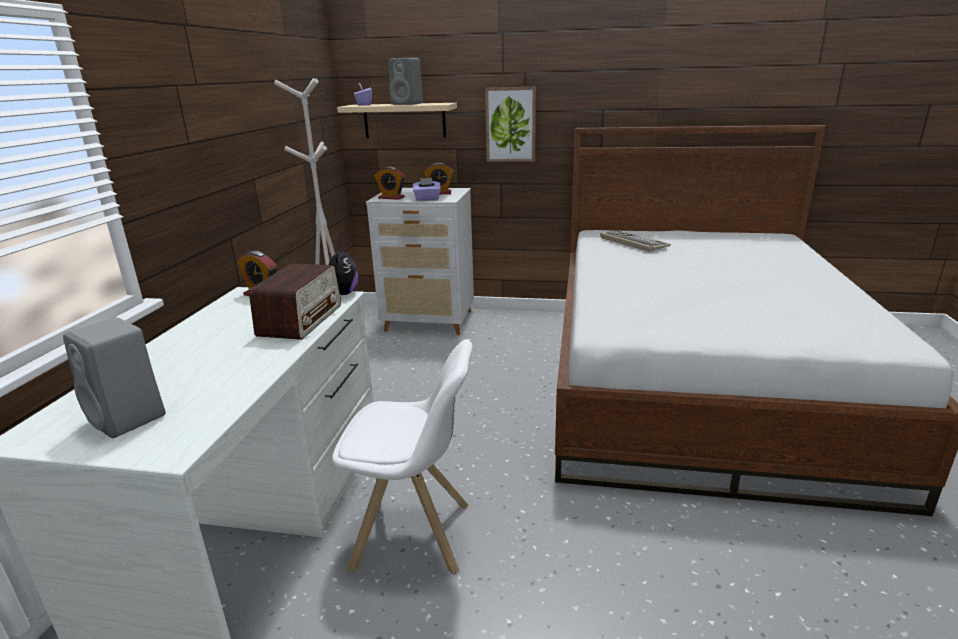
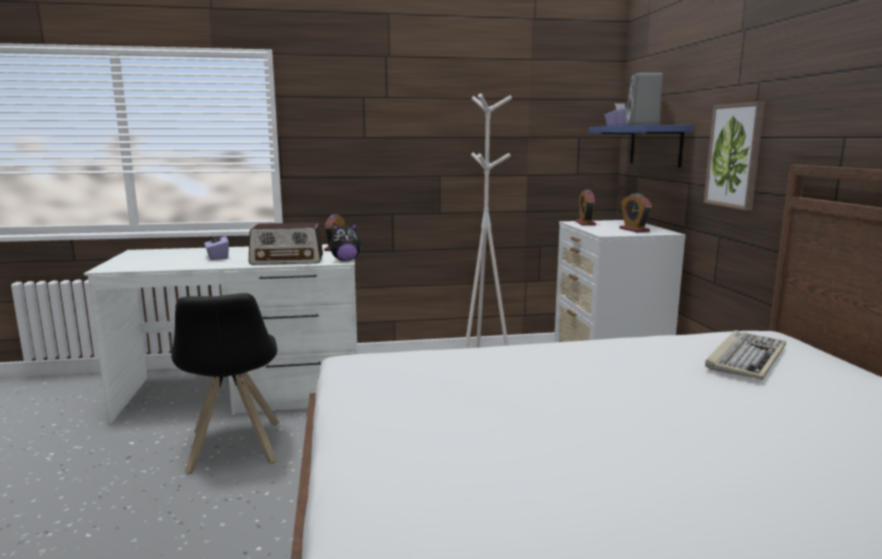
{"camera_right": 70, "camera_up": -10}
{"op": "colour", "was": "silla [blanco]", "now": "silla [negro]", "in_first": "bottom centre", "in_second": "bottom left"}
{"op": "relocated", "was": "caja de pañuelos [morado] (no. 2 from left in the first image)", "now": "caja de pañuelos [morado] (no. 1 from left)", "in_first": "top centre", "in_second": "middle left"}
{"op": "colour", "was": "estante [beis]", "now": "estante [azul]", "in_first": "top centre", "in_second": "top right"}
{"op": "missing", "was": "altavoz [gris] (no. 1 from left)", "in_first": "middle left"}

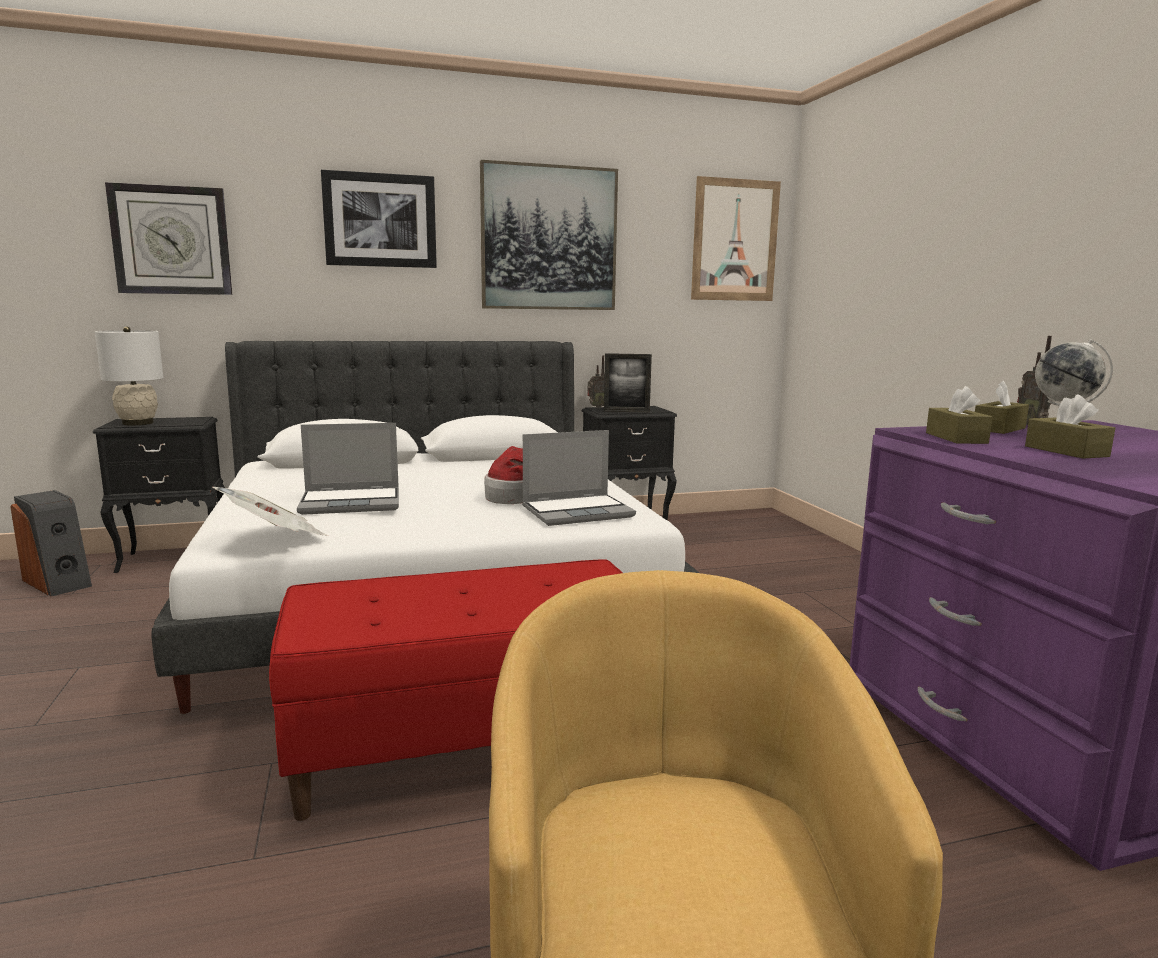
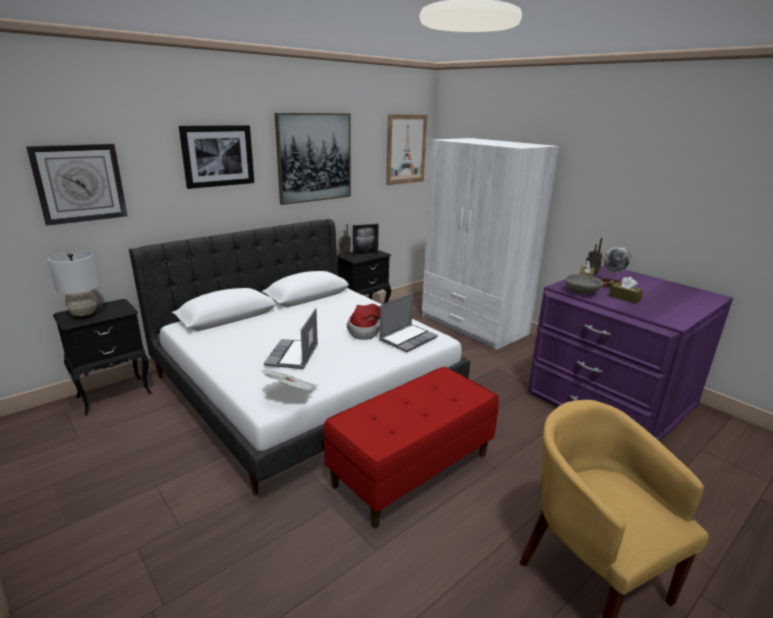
{"camera_right": -25, "camera_up": 10}
{"op": "spun", "was": "portátil (no. 1 from left)", "in_first": "middle left", "in_second": "centre", "clockwise": 135}
{"op": "appeared", "now": "armario ropero [blanco]", "in_second": "centre"}
{"op": "exchanged", "was": "caja de pañuelos [marrón] (no. 1 from left)", "now": "cuenco [gris]", "in_first": "middle right", "in_second": "middle right"}
{"op": "missing", "was": "altavoz", "in_first": "middle left"}

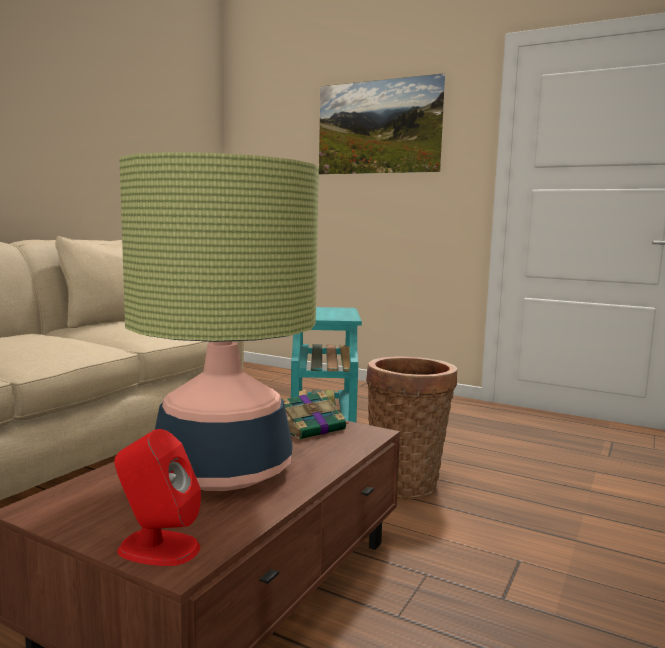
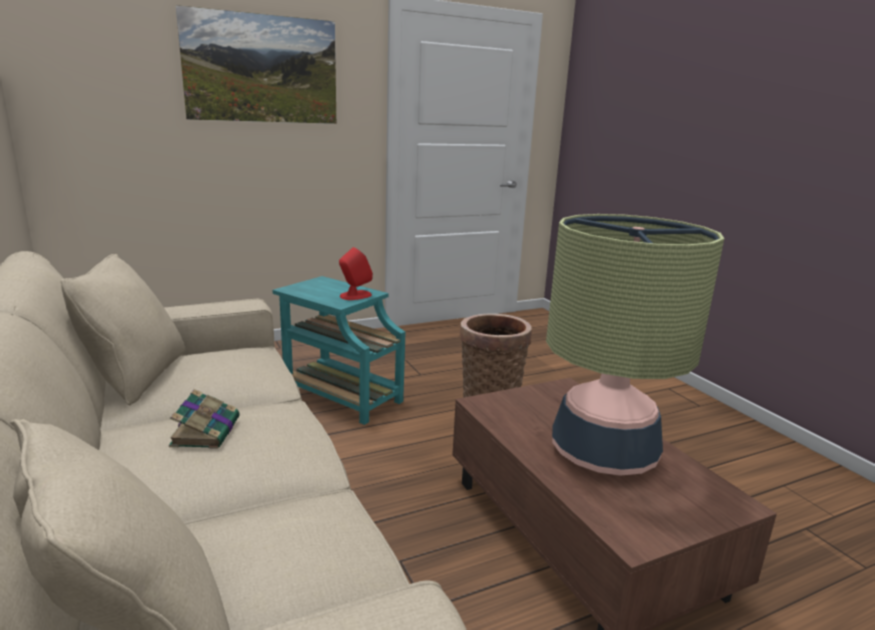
{"camera_right": -55, "camera_up": 10}
{"op": "relocated", "was": "libro", "in_first": "centre", "in_second": "middle left"}
{"op": "relocated", "was": "altavoz [rojo]", "in_first": "bottom left", "in_second": "centre"}

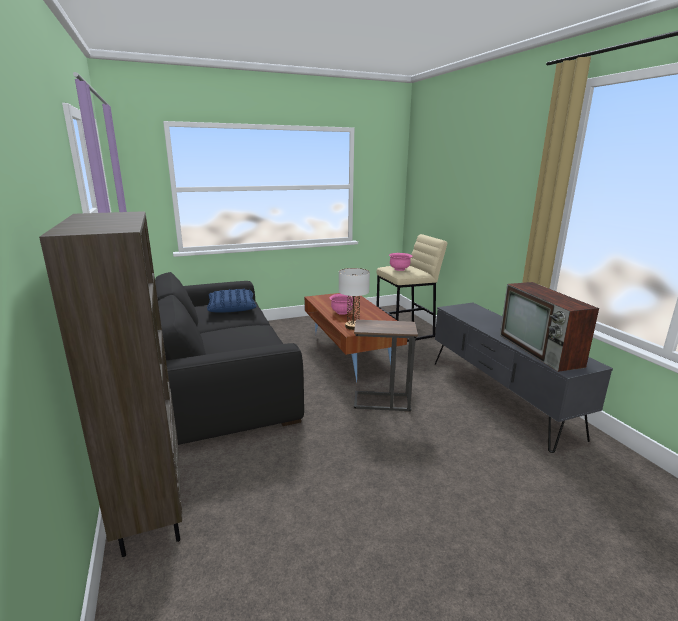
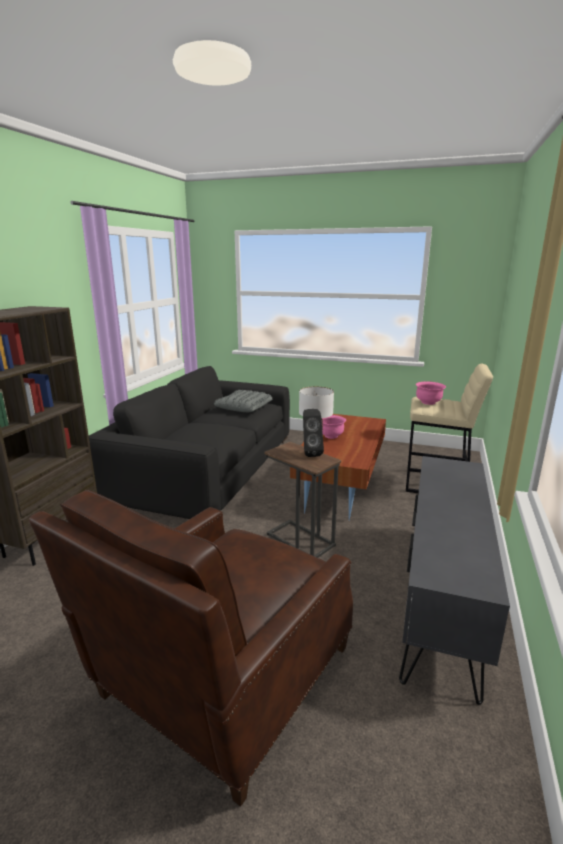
{"camera_right": 40, "camera_up": 0}
{"op": "appeared", "now": "sillón [marrón]", "in_second": "bottom centre"}
{"op": "colour", "was": "cojín [azul]", "now": "cojín [gris]", "in_first": "centre", "in_second": "centre"}
{"op": "appeared", "now": "altavoz [negro]", "in_second": "centre"}
{"op": "missing", "was": "televisor", "in_first": "middle right"}

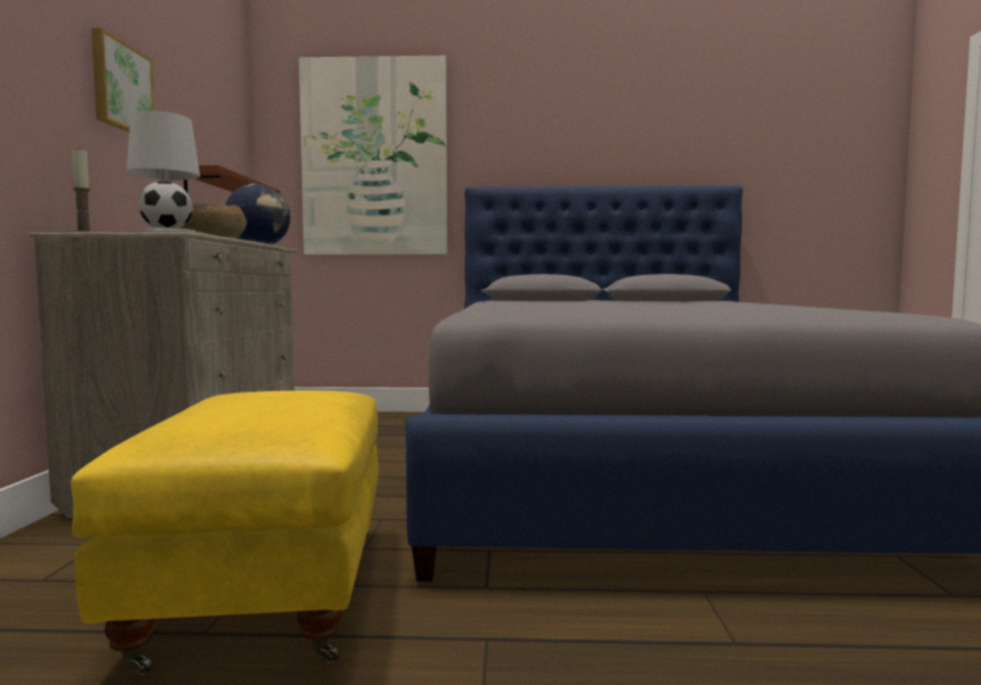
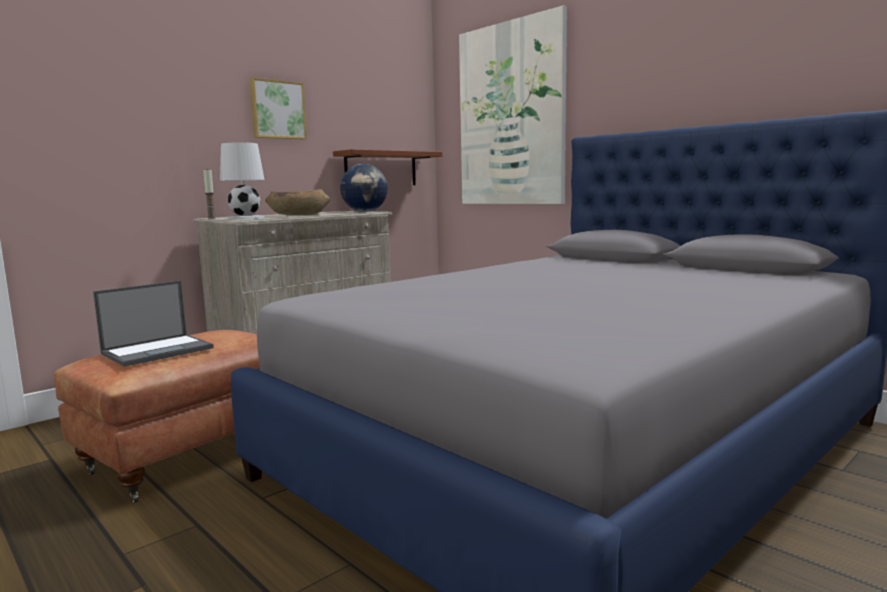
{"camera_right": 45, "camera_up": 5}
{"op": "colour", "was": "puf [amarillo]", "now": "puf [marrón]", "in_first": "bottom left", "in_second": "bottom left"}
{"op": "appeared", "now": "portátil", "in_second": "middle left"}

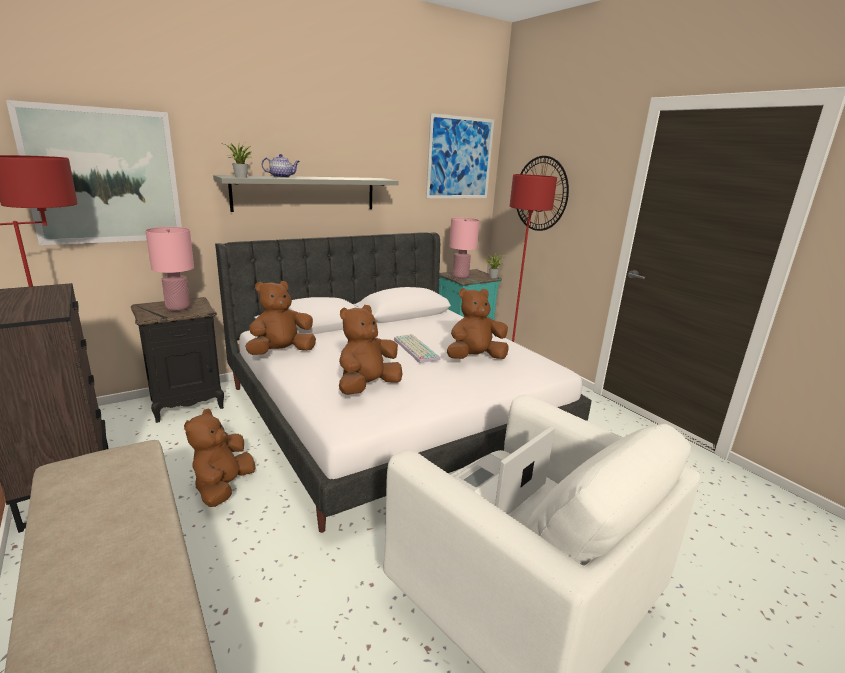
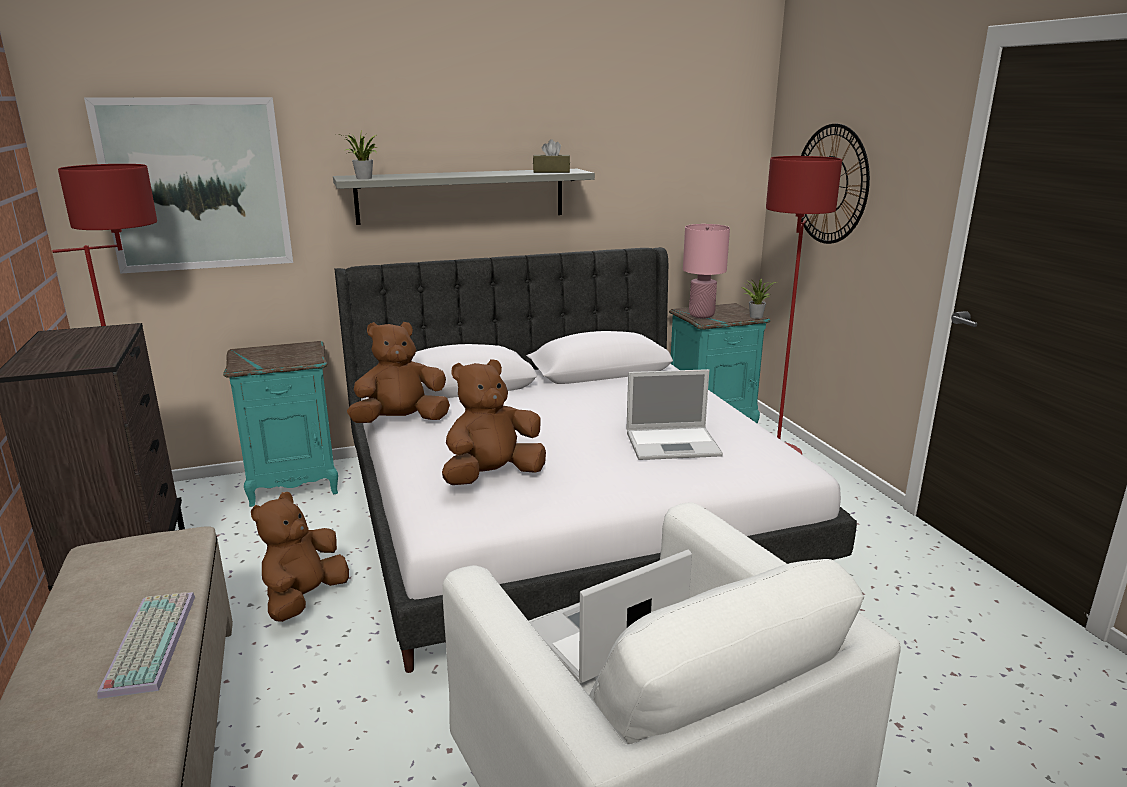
{"camera_right": 15, "camera_up": 0}
{"op": "relocated", "was": "teclado", "in_first": "centre", "in_second": "bottom left"}
{"op": "colour", "was": "mesita de noche [negro]", "now": "mesita de noche [turquesa] (no. 1 from left)", "in_first": "middle left", "in_second": "middle left"}
{"op": "appeared", "now": "caja de pañuelos [marrón]", "in_second": "top centre"}
{"op": "exchanged", "was": "peluche [marrón] (no. 4 from left)", "now": "portátil (no. 2 from left)", "in_first": "centre", "in_second": "centre"}
{"op": "missing", "was": "lámpara de mesa [rosa] (no. 1 from left)", "in_first": "middle left"}
{"op": "missing", "was": "tetera", "in_first": "top left"}
{"op": "missing", "was": "cuadro (no. 2 from left)", "in_first": "top centre"}

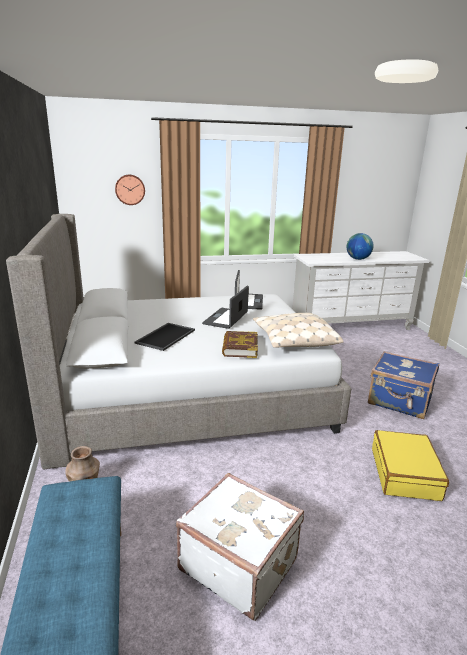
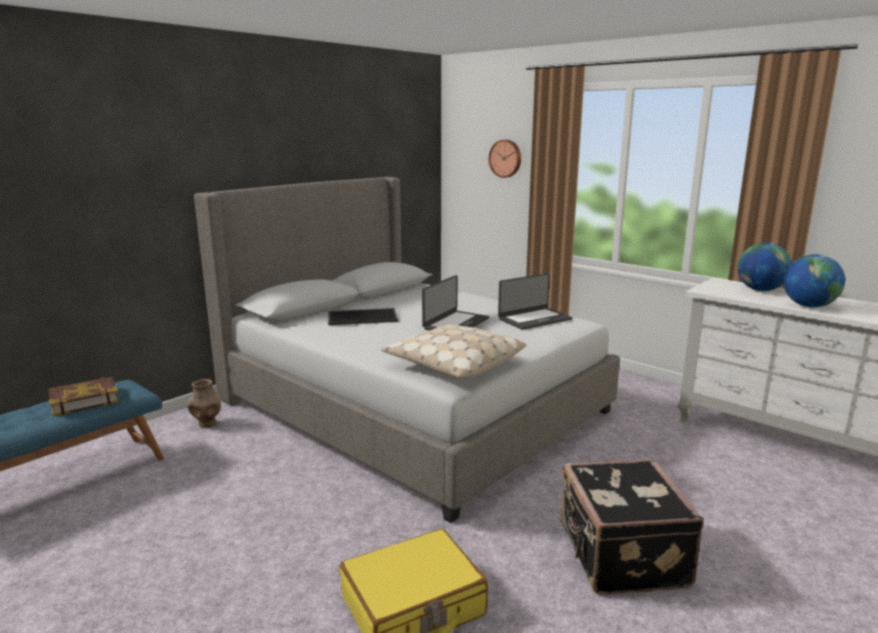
{"camera_right": 55, "camera_up": -5}
{"op": "relocated", "was": "libro", "in_first": "centre", "in_second": "middle left"}
{"op": "spun", "was": "portátil (no. 1 from left)", "in_first": "centre", "in_second": "centre", "clockwise": 135}
{"op": "colour", "was": "maleta [azul]", "now": "maleta [negro]", "in_first": "middle right", "in_second": "bottom right"}
{"op": "appeared", "now": "globo terráqueo (no. 1 from left)", "in_second": "middle right"}
{"op": "missing", "was": "maleta [blanco]", "in_first": "bottom centre"}

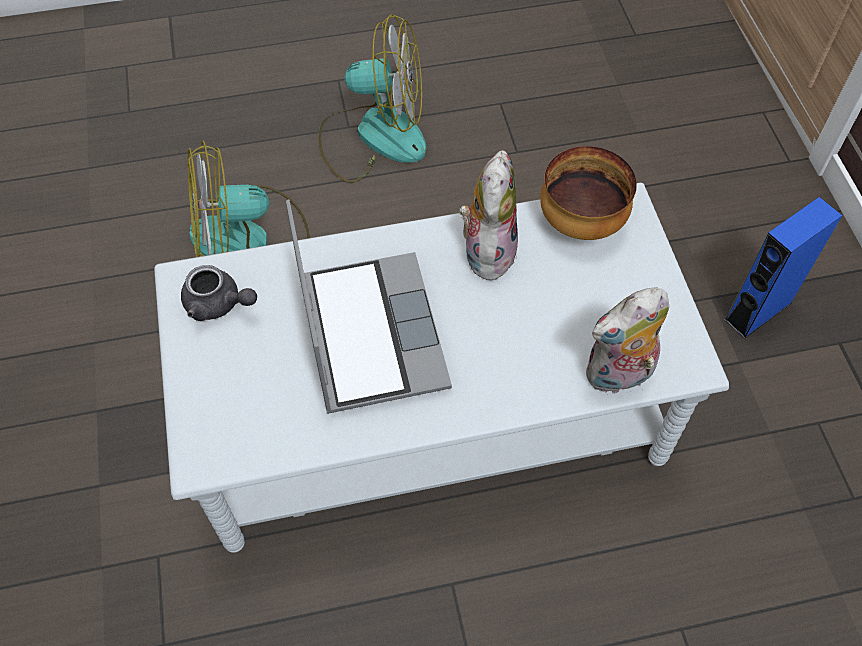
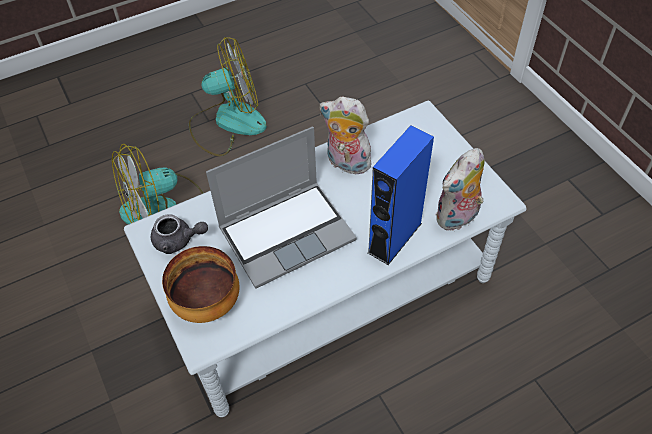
{"camera_right": -15, "camera_up": -5}
{"op": "relocated", "was": "cuenco", "in_first": "top right", "in_second": "middle left"}
{"op": "spun", "was": "portátil", "in_first": "centre", "in_second": "centre", "clockwise": 90}
{"op": "spun", "was": "peluche (no. 1 from left)", "in_first": "centre", "in_second": "top centre", "clockwise": -60}
{"op": "relocated", "was": "altavoz [azul]", "in_first": "middle right", "in_second": "centre"}

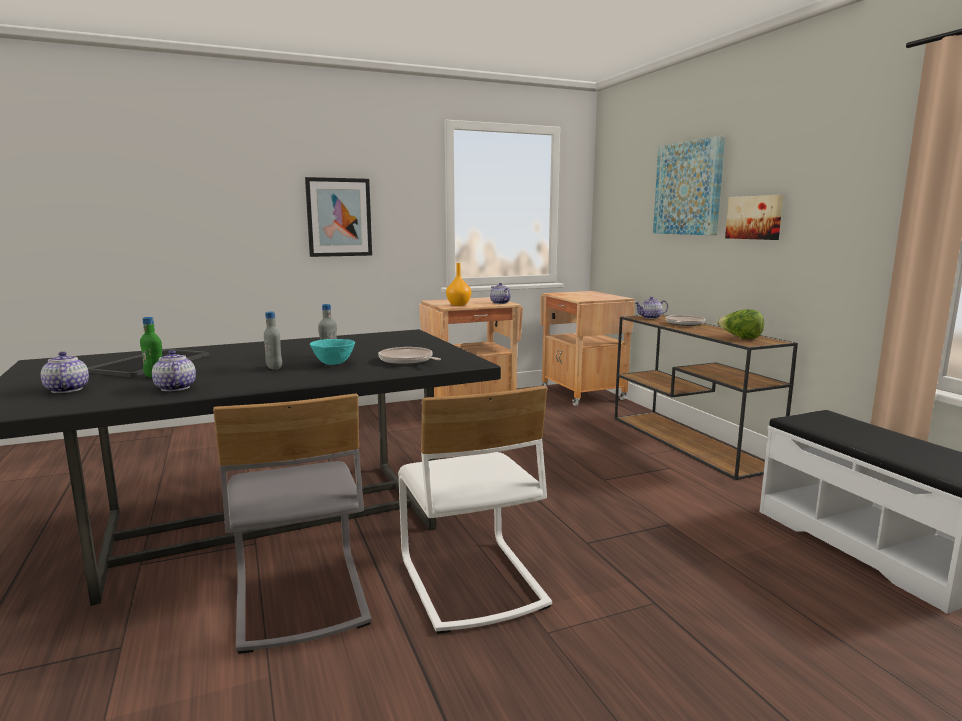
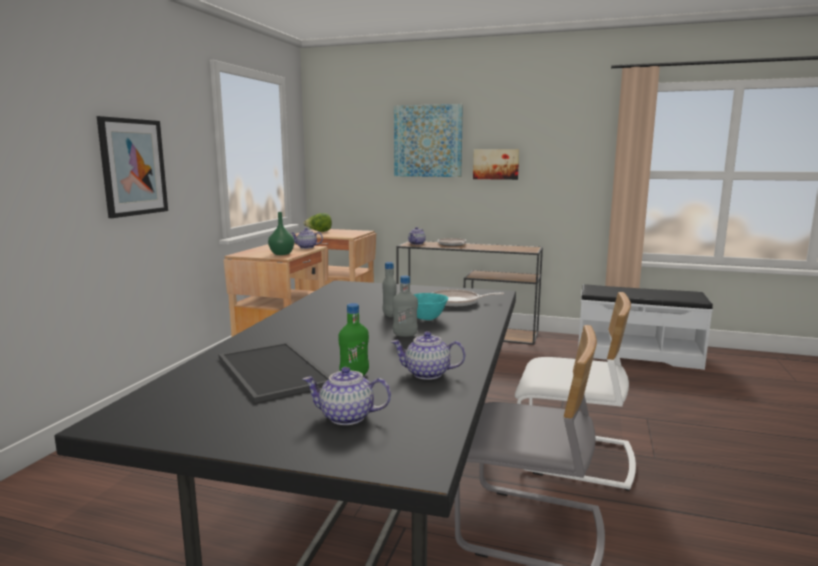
{"camera_right": -50, "camera_up": 0}
{"op": "colour", "was": "florero [naranja]", "now": "florero [verde]", "in_first": "centre", "in_second": "centre"}
{"op": "relocated", "was": "lechuga", "in_first": "middle right", "in_second": "centre"}

